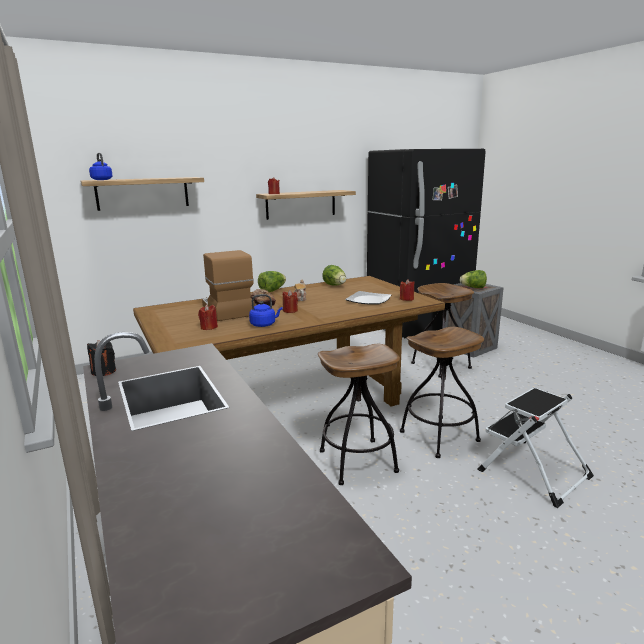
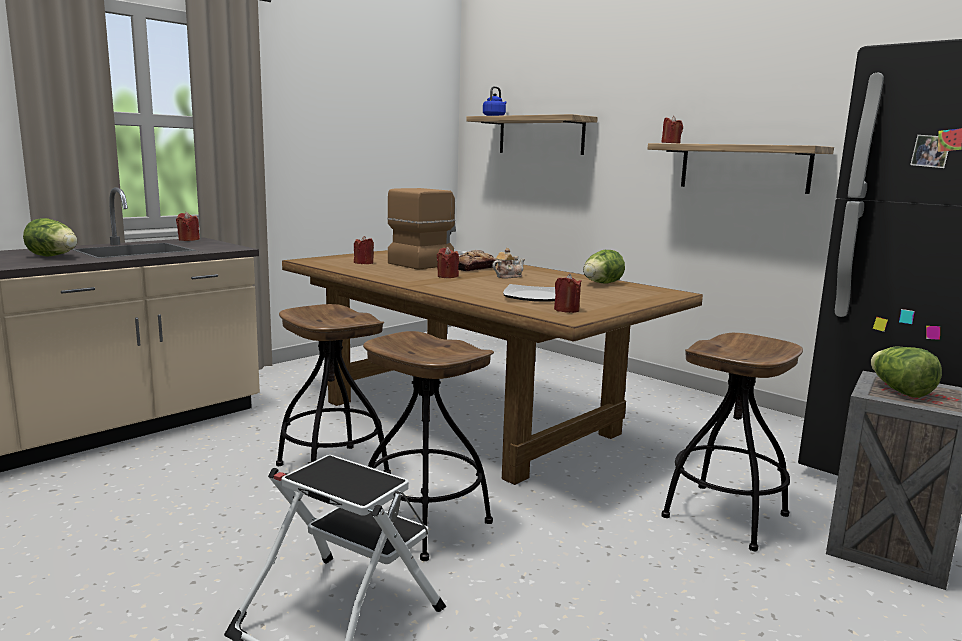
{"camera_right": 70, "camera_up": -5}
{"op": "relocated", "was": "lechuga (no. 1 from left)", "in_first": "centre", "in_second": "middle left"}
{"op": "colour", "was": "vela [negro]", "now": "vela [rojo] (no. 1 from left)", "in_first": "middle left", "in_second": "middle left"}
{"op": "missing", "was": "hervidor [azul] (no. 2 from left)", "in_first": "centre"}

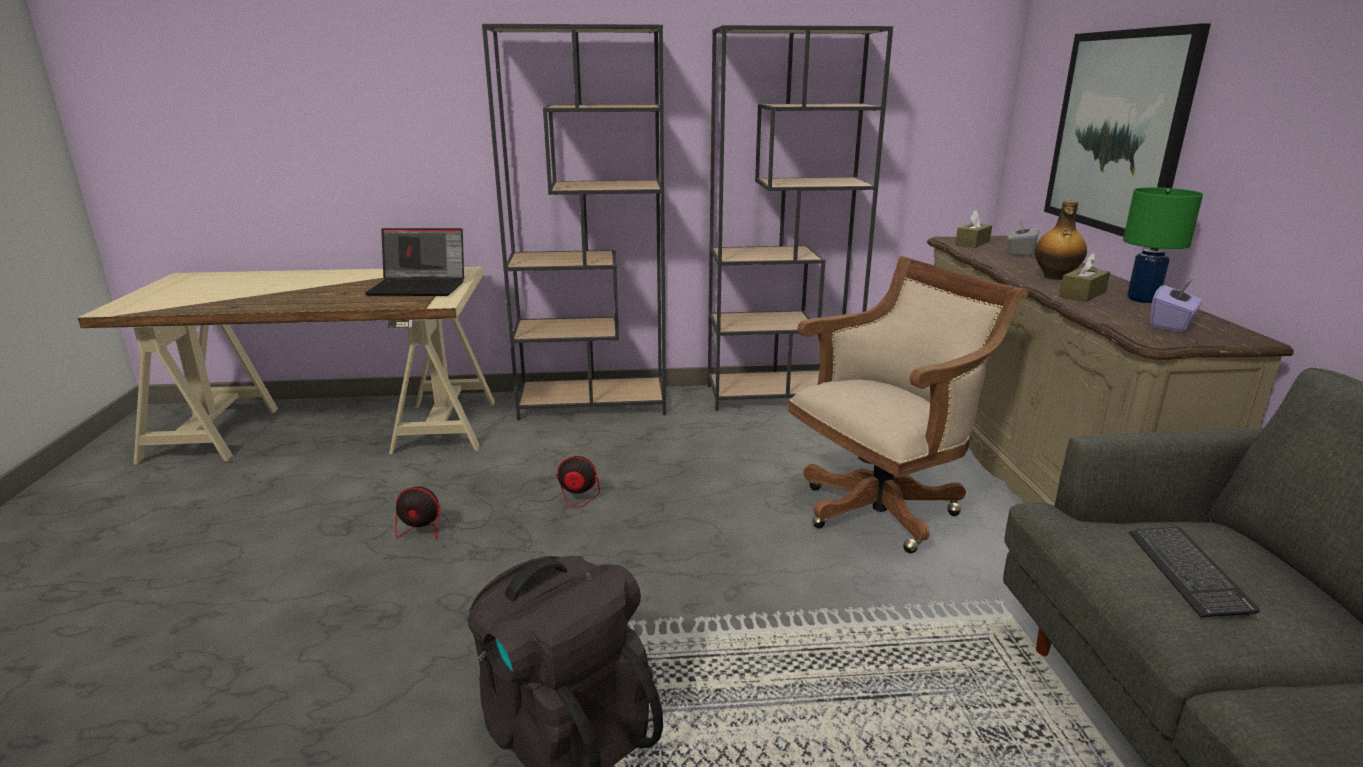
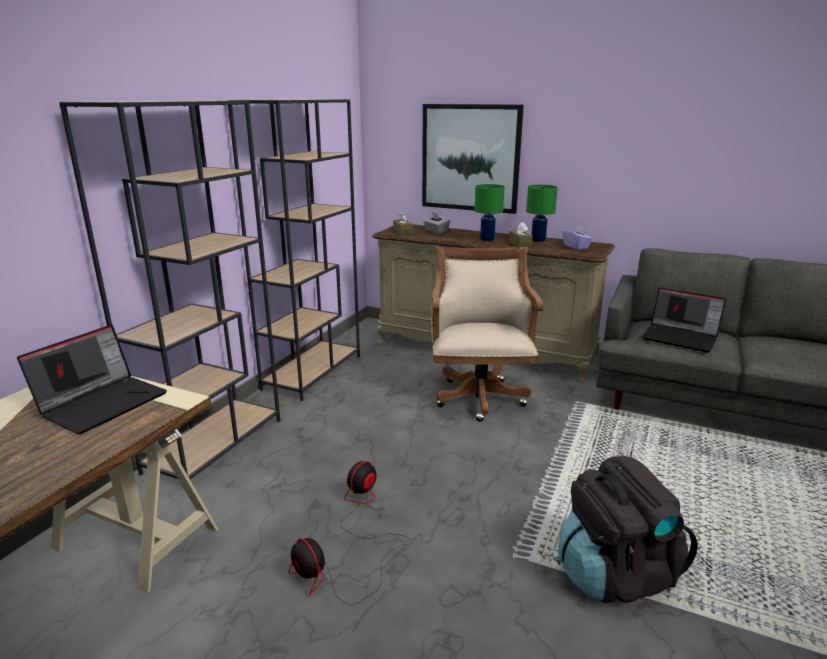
{"camera_right": -60, "camera_up": 0}
{"op": "spun", "was": "ventilador (no. 1 from left)", "in_first": "bottom left", "in_second": "bottom centre", "clockwise": 105}
{"op": "exchanged", "was": "botella", "now": "lámpara de mesa [verde] (no. 1 from left)", "in_first": "top right", "in_second": "top centre"}
{"op": "exchanged", "was": "teclado", "now": "portátil (no. 2 from left)", "in_first": "bottom right", "in_second": "middle right"}

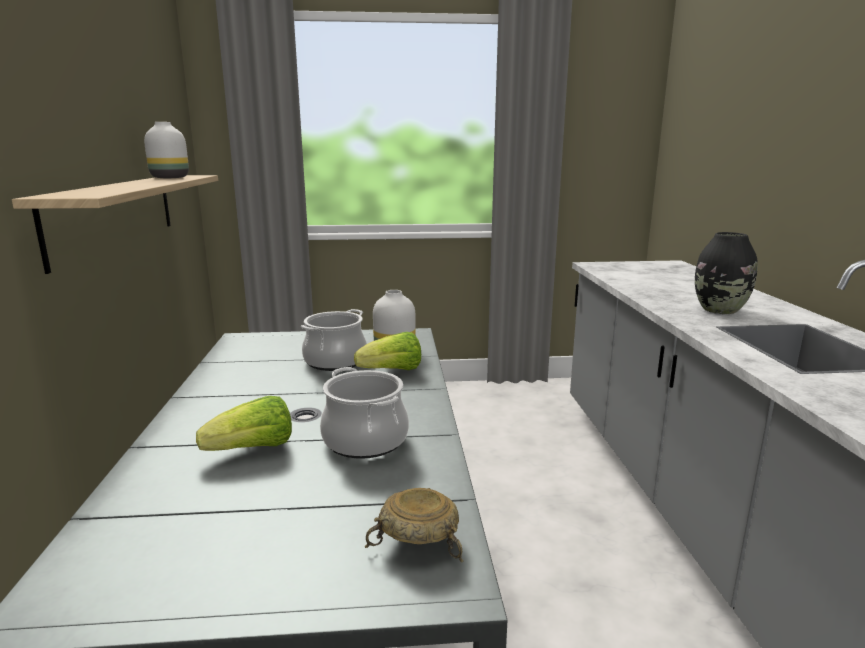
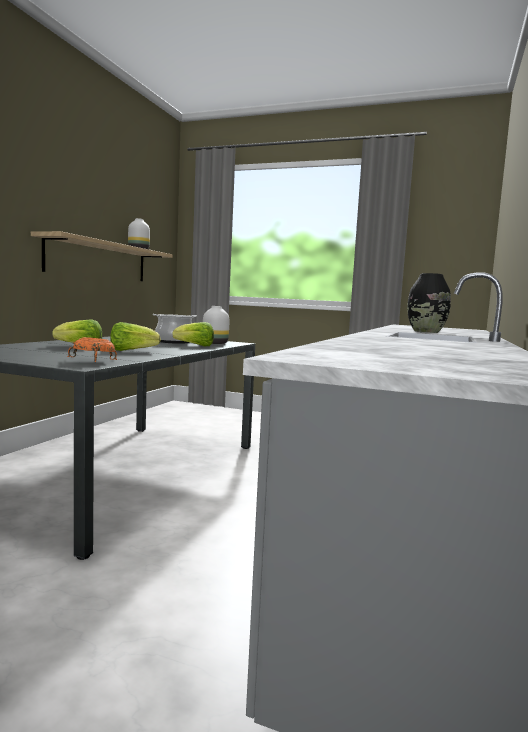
{"camera_right": 25, "camera_up": -10}
{"op": "colour", "was": "cuenco [beis]", "now": "cuenco [naranja]", "in_first": "bottom centre", "in_second": "middle left"}
{"op": "exchanged", "was": "olla (no. 2 from left)", "now": "lechuga (no. 2 from left)", "in_first": "centre", "in_second": "middle left"}

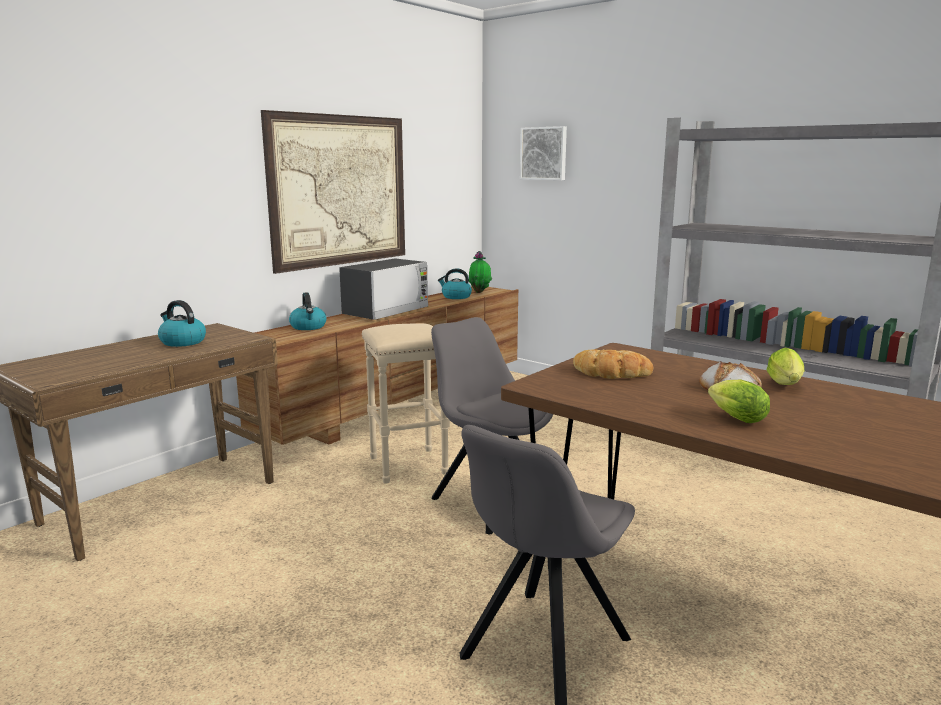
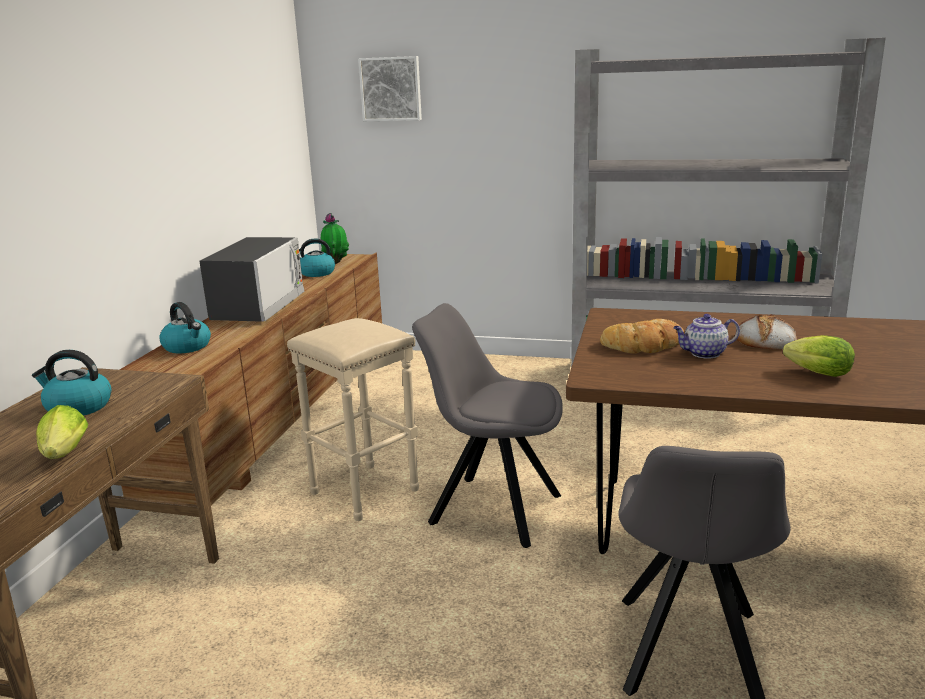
{"camera_right": -25, "camera_up": 5}
{"op": "relocated", "was": "lechuga (no. 2 from left in the first image)", "now": "lechuga (no. 1 from left)", "in_first": "middle right", "in_second": "middle left"}
{"op": "appeared", "now": "tetera", "in_second": "middle right"}
{"op": "missing", "was": "cuadro (no. 1 from left)", "in_first": "top centre"}

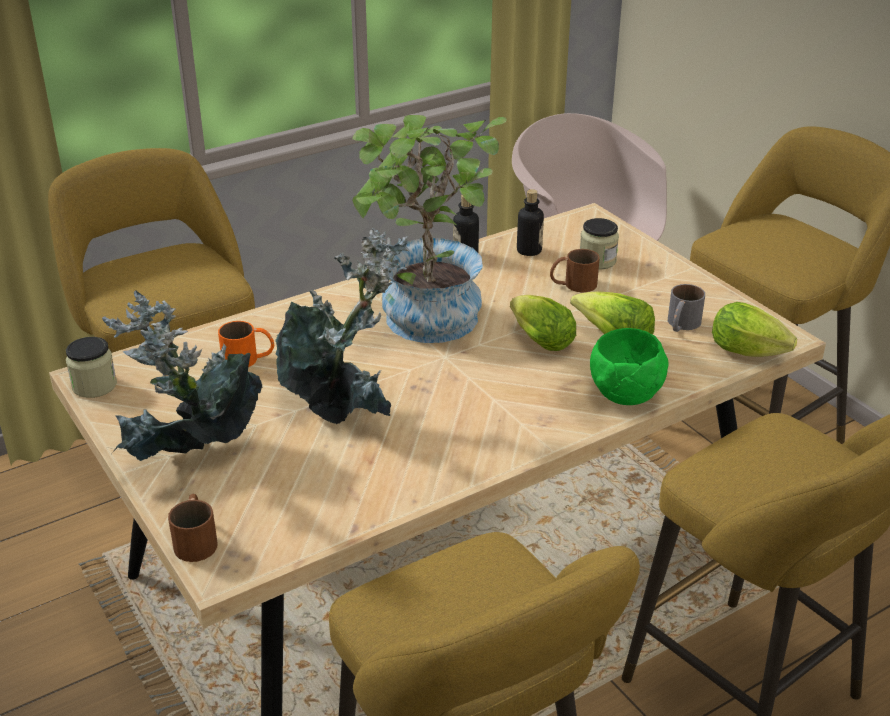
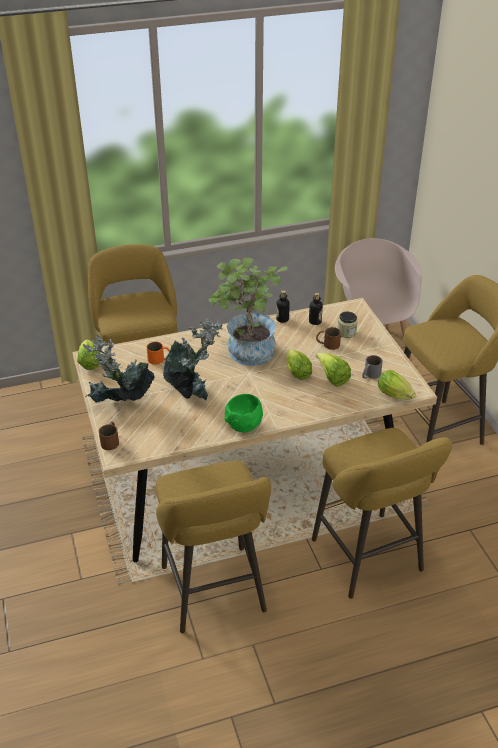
{"camera_right": 15, "camera_up": 5}
{"op": "exchanged", "was": "tarro (no. 1 from left)", "now": "lechuga (no. 1 from left)", "in_first": "middle left", "in_second": "middle left"}
{"op": "relocated", "was": "cuenco [verde]", "in_first": "middle right", "in_second": "centre"}

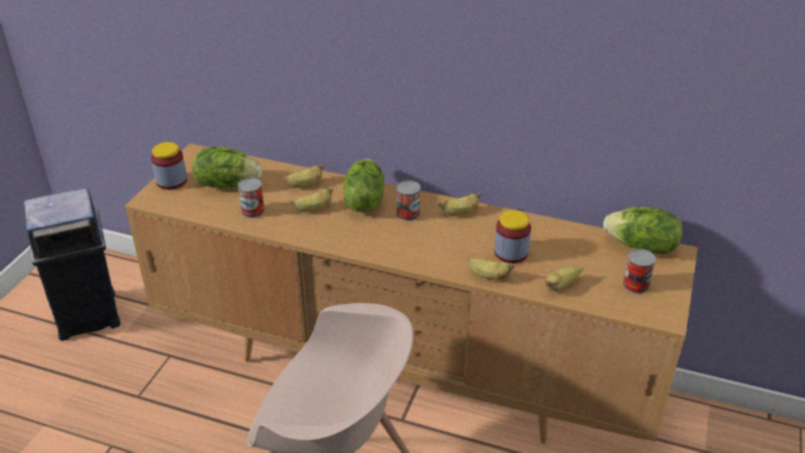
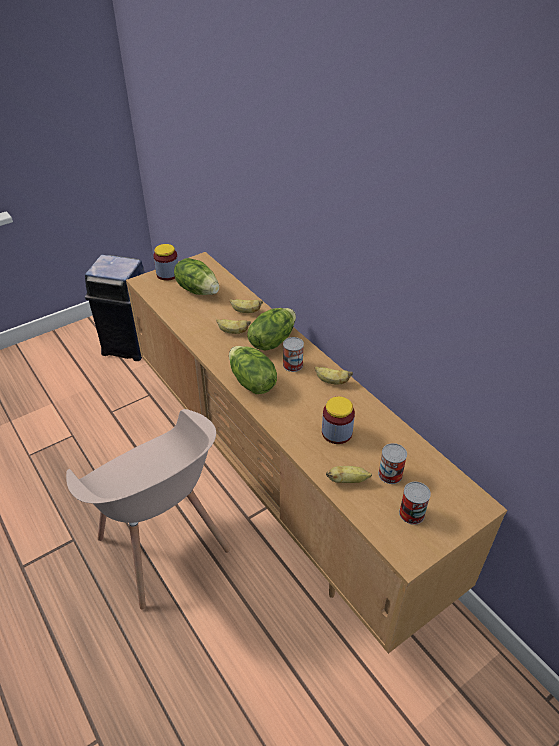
{"camera_right": 35, "camera_up": 5}
{"op": "relocated", "was": "lechuga (no. 3 from left in the first image)", "now": "lechuga (no. 2 from left)", "in_first": "middle right", "in_second": "centre"}
{"op": "relocated", "was": "lata (no. 1 from left in the first image)", "now": "lata (no. 2 from left)", "in_first": "middle left", "in_second": "middle right"}
{"op": "missing", "was": "plátano (no. 4 from left)", "in_first": "centre"}

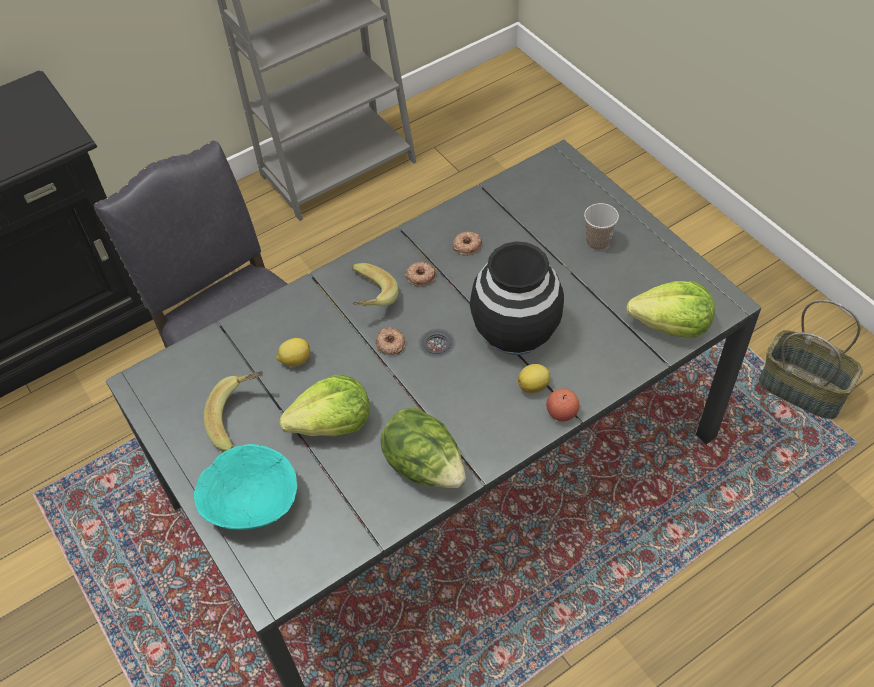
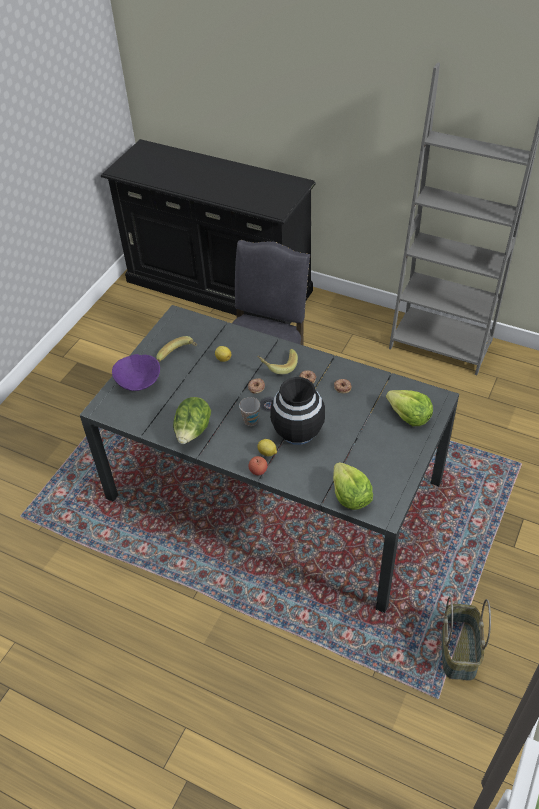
{"camera_right": 60, "camera_up": -5}
{"op": "colour", "was": "cuenco [turquesa]", "now": "cuenco [morado]", "in_first": "bottom left", "in_second": "middle left"}
{"op": "relocated", "was": "taza", "in_first": "top right", "in_second": "centre"}
{"op": "relocated", "was": "lechuga (no. 1 from left in the first image)", "now": "lechuga (no. 3 from left)", "in_first": "centre", "in_second": "middle right"}

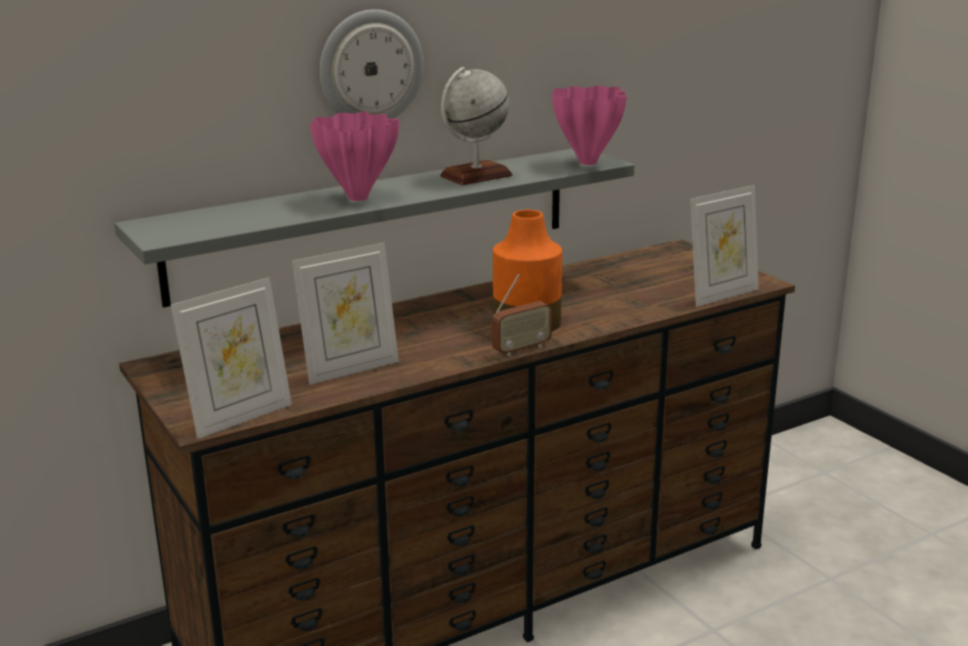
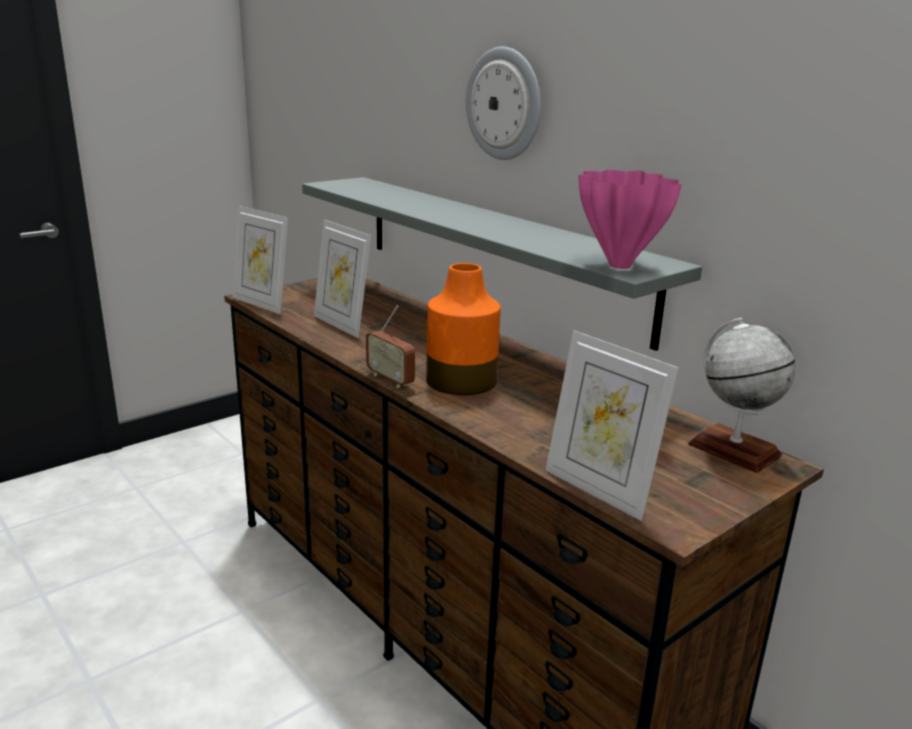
{"camera_right": 80, "camera_up": 0}
{"op": "relocated", "was": "globo terráqueo", "in_first": "top centre", "in_second": "middle right"}
{"op": "missing", "was": "florero [rosa] (no. 1 from left)", "in_first": "top centre"}

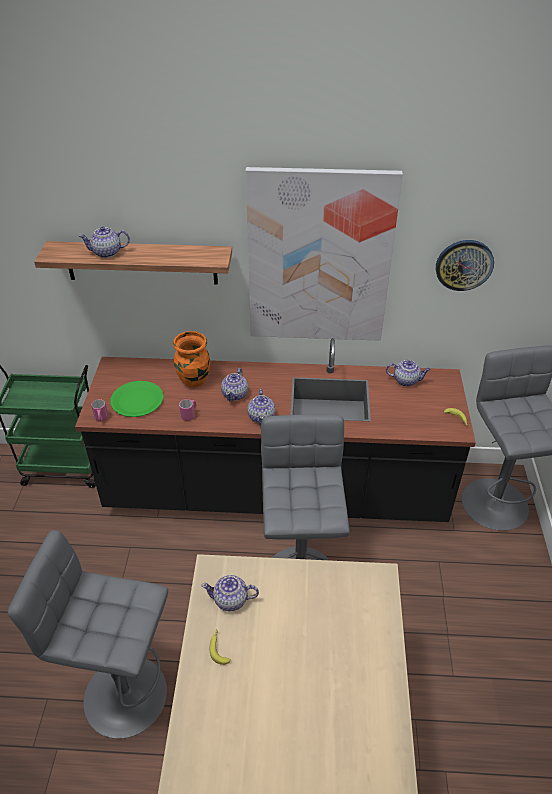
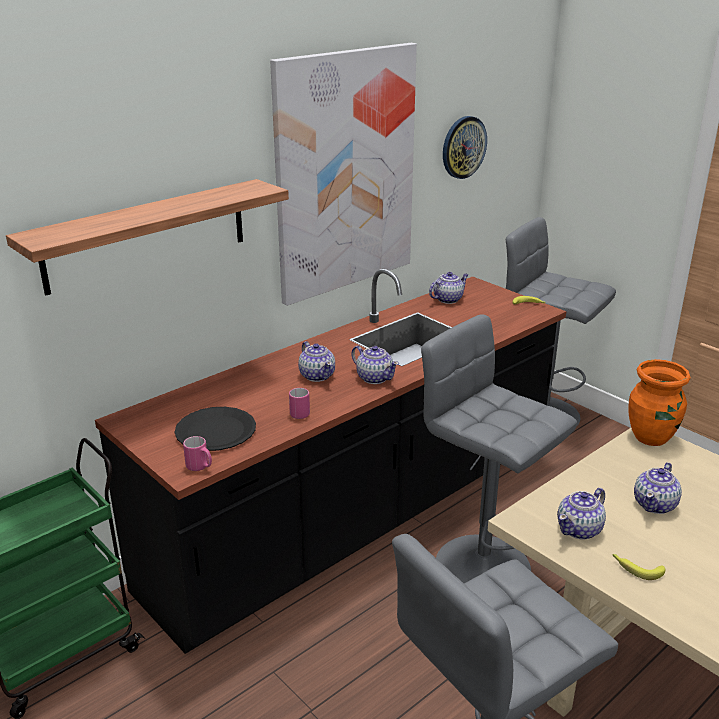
{"camera_right": -45, "camera_up": -15}
{"op": "colour", "was": "plato [verde]", "now": "plato [negro]", "in_first": "middle left", "in_second": "middle left"}
{"op": "relocated", "was": "florero [naranja]", "in_first": "centre", "in_second": "middle right"}
{"op": "relocated", "was": "tetera (no. 1 from left in the first image)", "now": "tetera (no. 5 from left)", "in_first": "top left", "in_second": "bottom right"}

